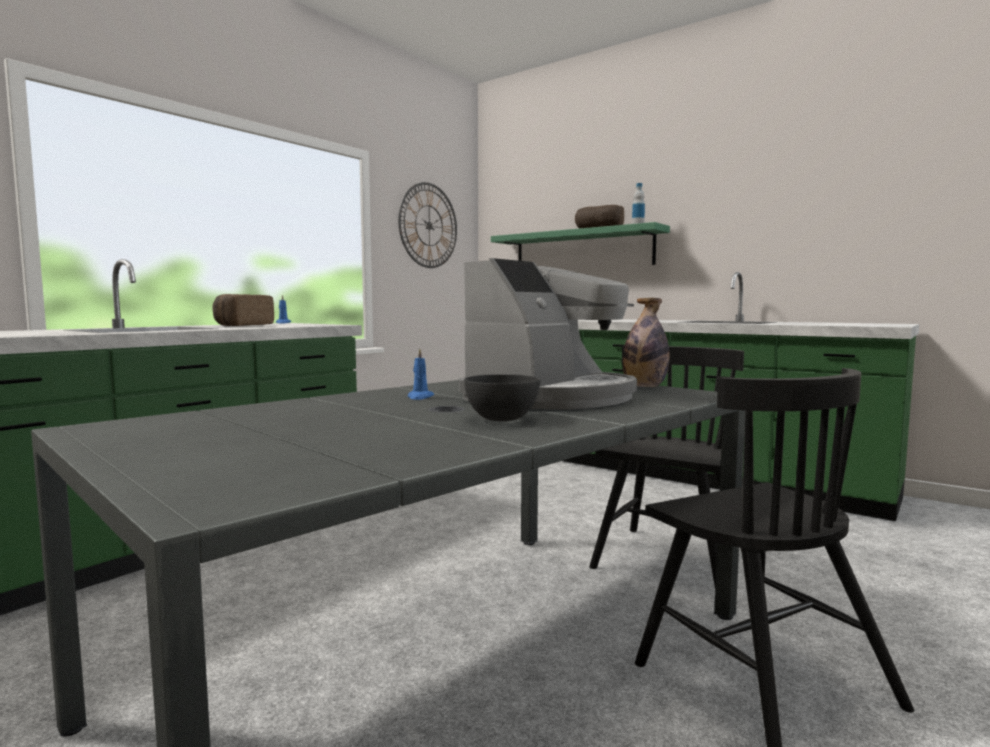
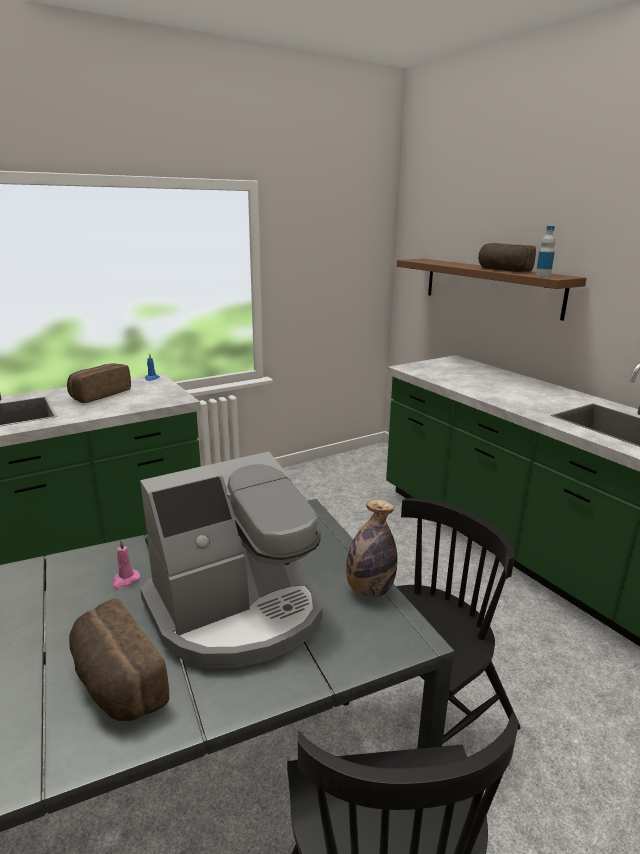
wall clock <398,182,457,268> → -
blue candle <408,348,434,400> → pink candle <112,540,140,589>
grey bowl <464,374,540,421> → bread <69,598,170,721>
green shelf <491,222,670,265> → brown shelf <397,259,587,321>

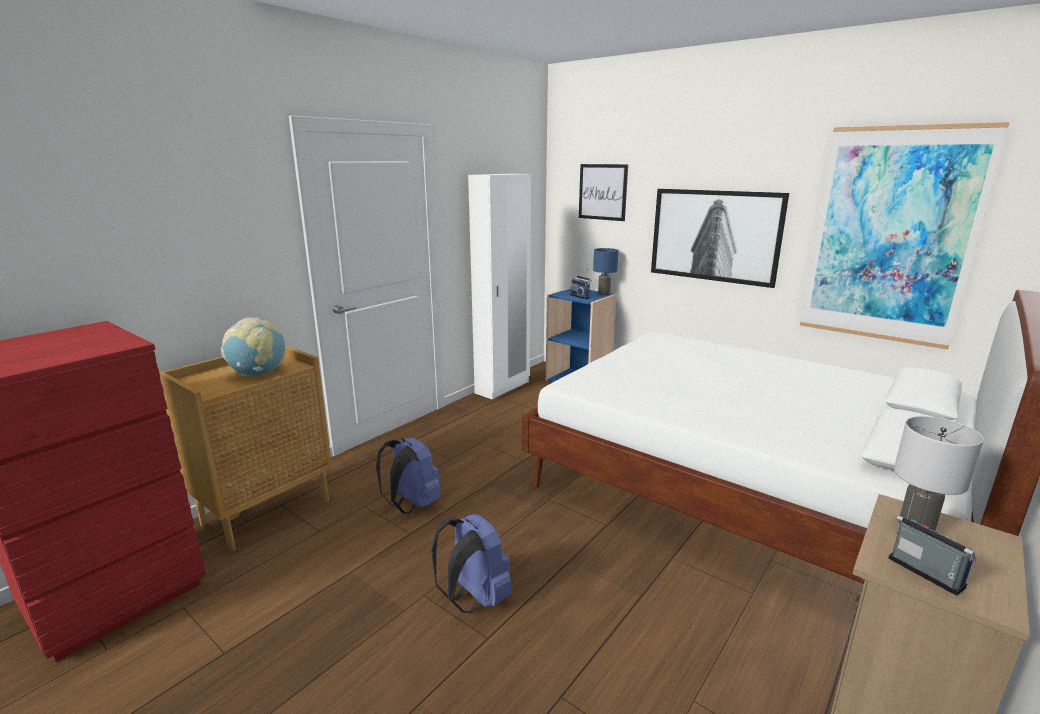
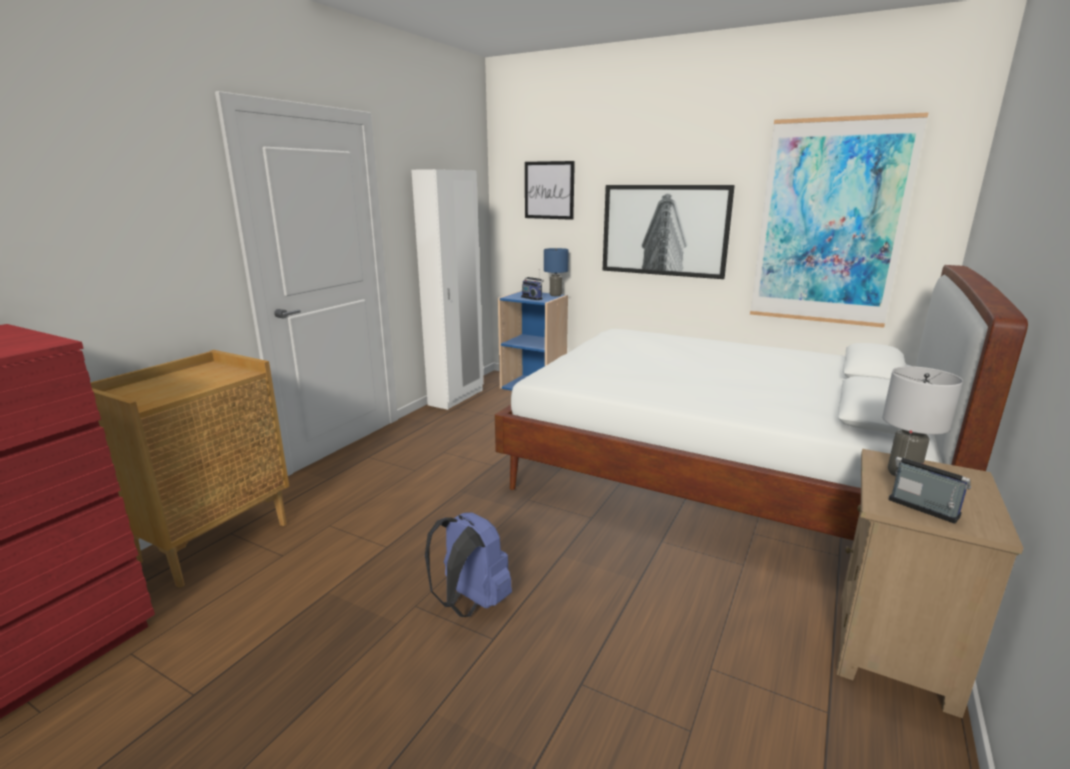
globe <221,318,286,376> → -
blue backpack <376,438,442,514> → -

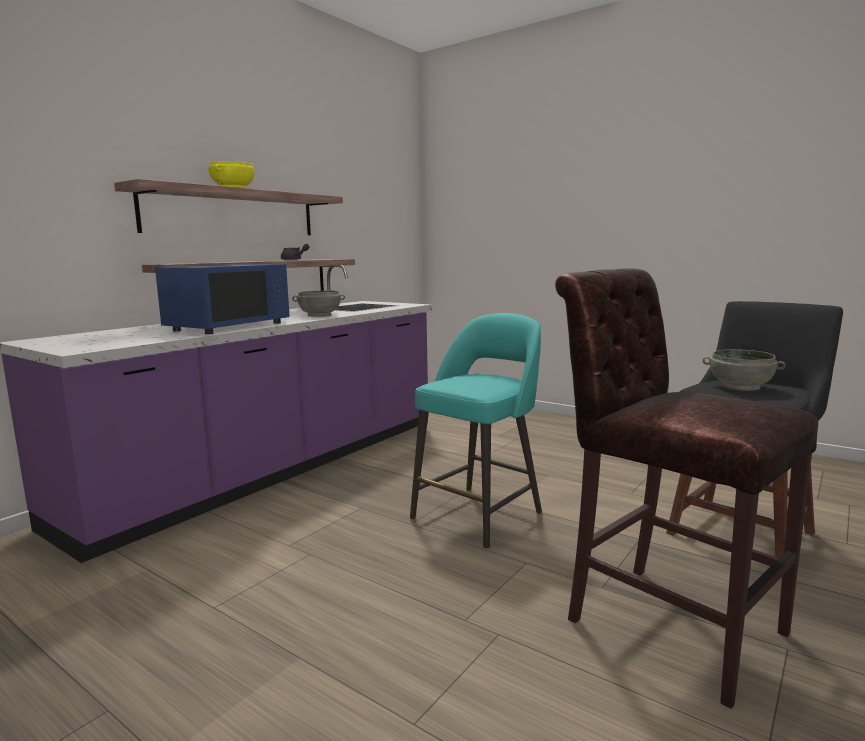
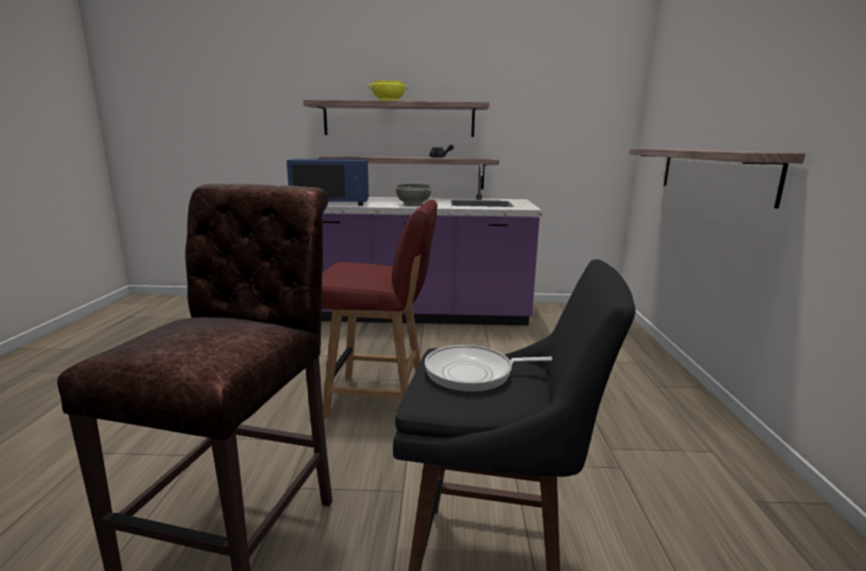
turquoise stool <410,313,542,549> → red chair <322,200,437,418>
grey bowl <703,349,786,391> → frying pan <425,345,552,392>
- → shelf <629,148,805,209>

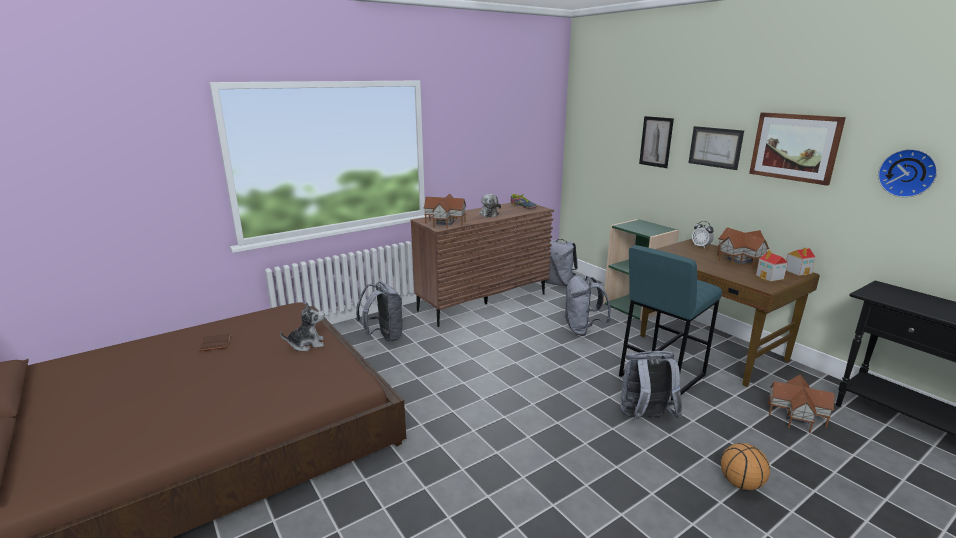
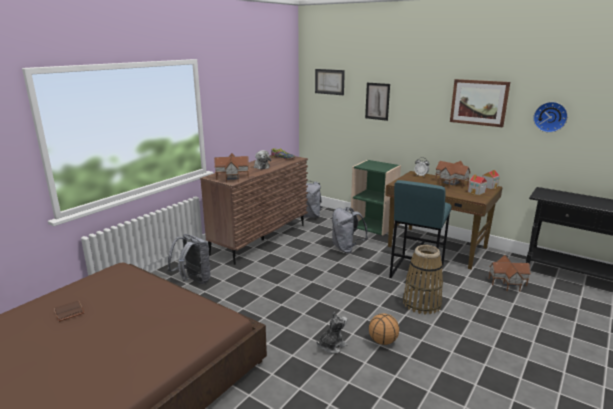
plush toy <280,302,325,351> → plush toy <317,312,347,354>, relocated
grey backpack <620,351,682,420> → basket <403,245,443,315>
picture <689,126,744,170> → picture <315,69,345,95>, relocated
basketball <721,443,770,490> → basketball <369,313,399,345>, relocated

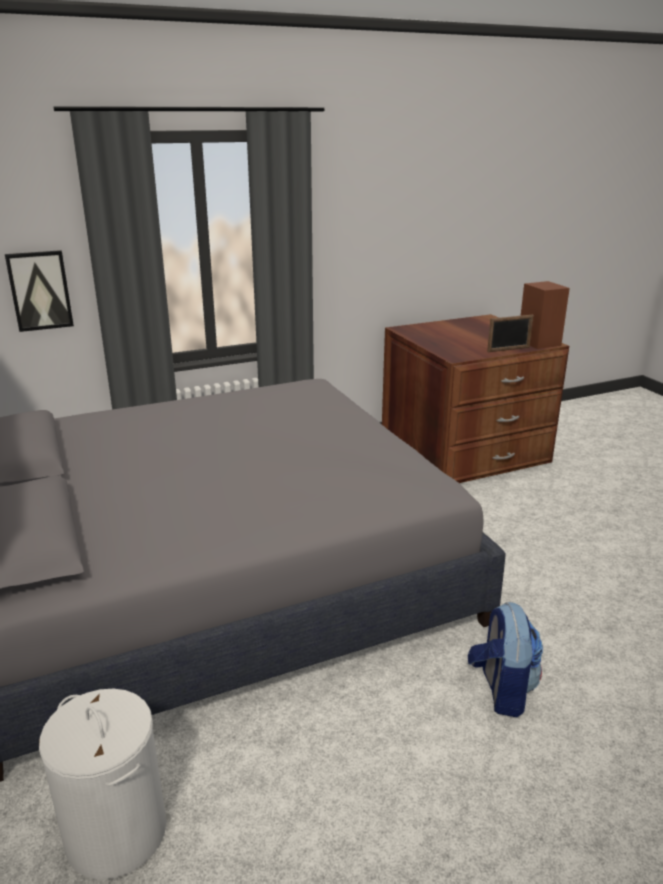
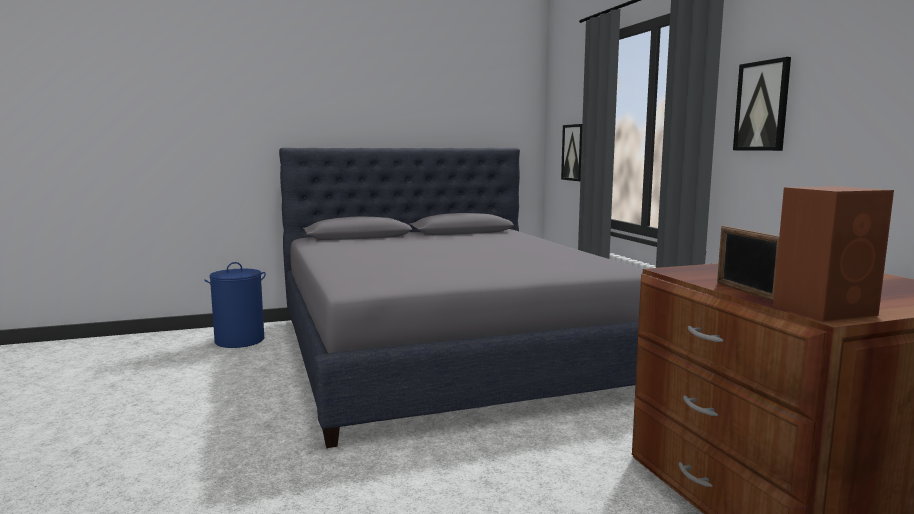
white laundry basket <39,689,166,880> → blue laundry basket <204,262,266,348>
backpack <468,602,543,717> → -
- → picture <733,57,791,151>

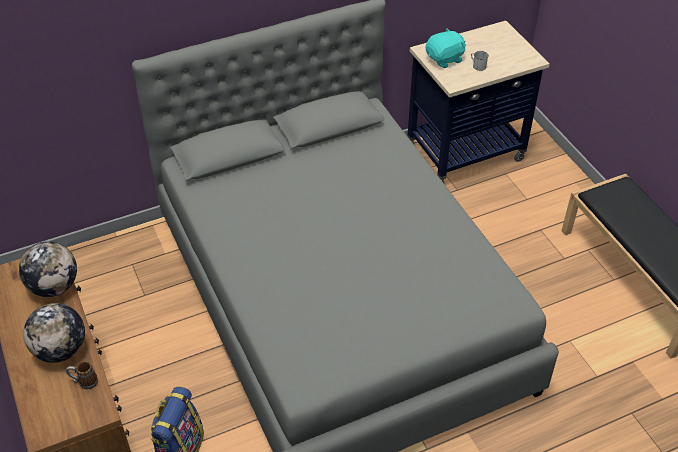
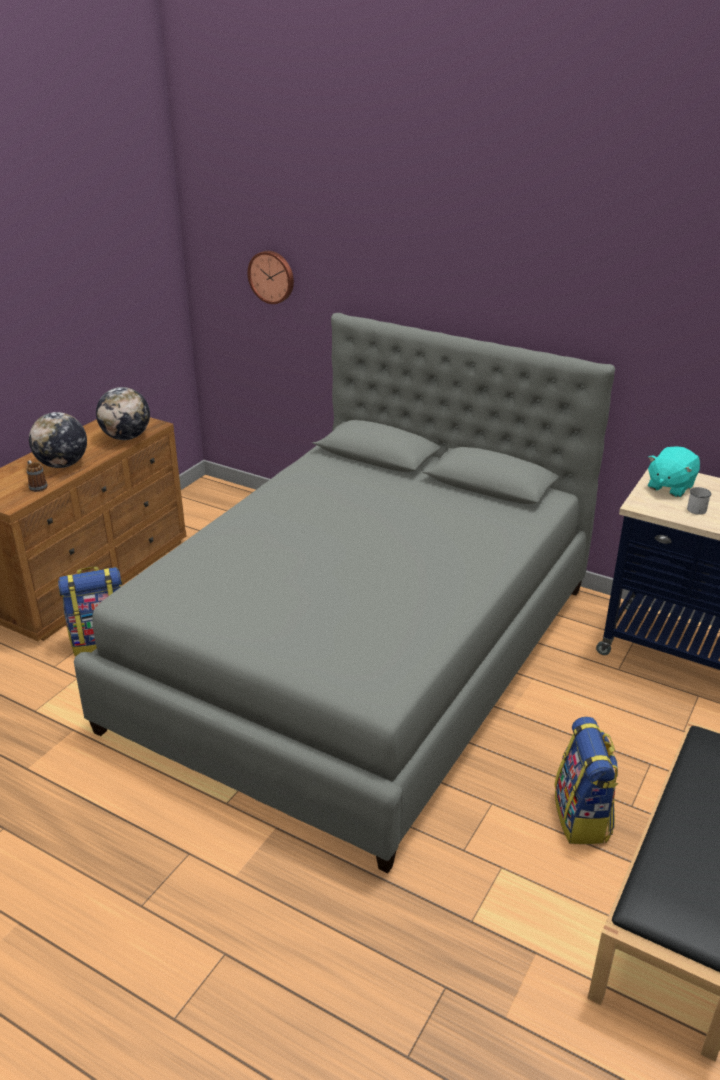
turquoise plush toy <426,28,466,68> → turquoise plush toy <648,446,700,497>, 105 degrees clockwise
- → wall clock <248,251,294,304>
- → backpack <555,717,618,844>

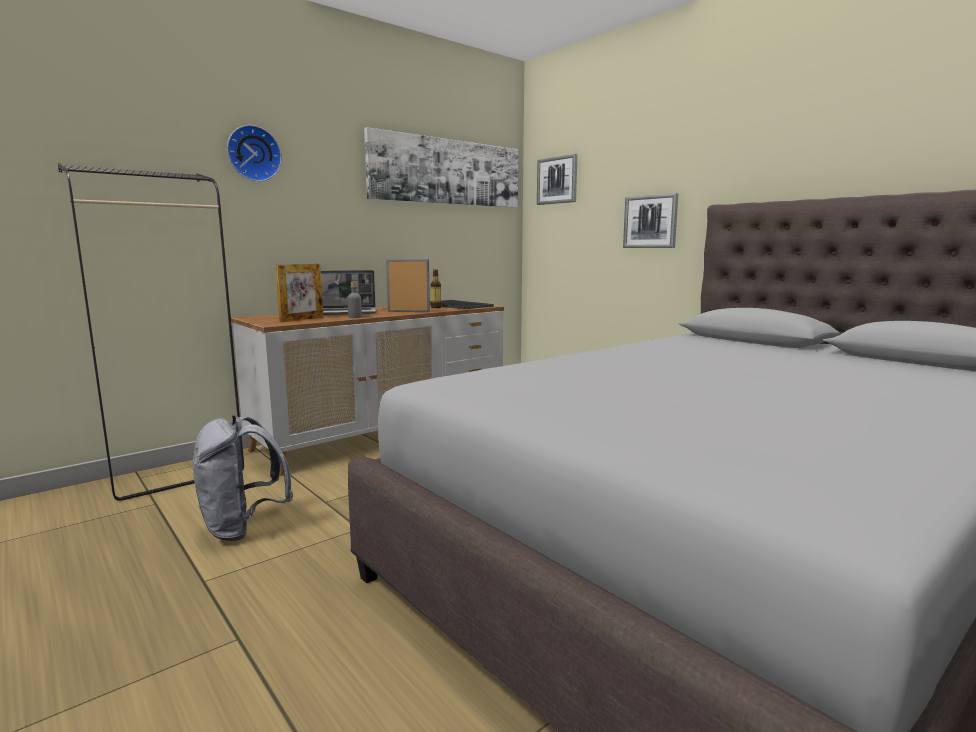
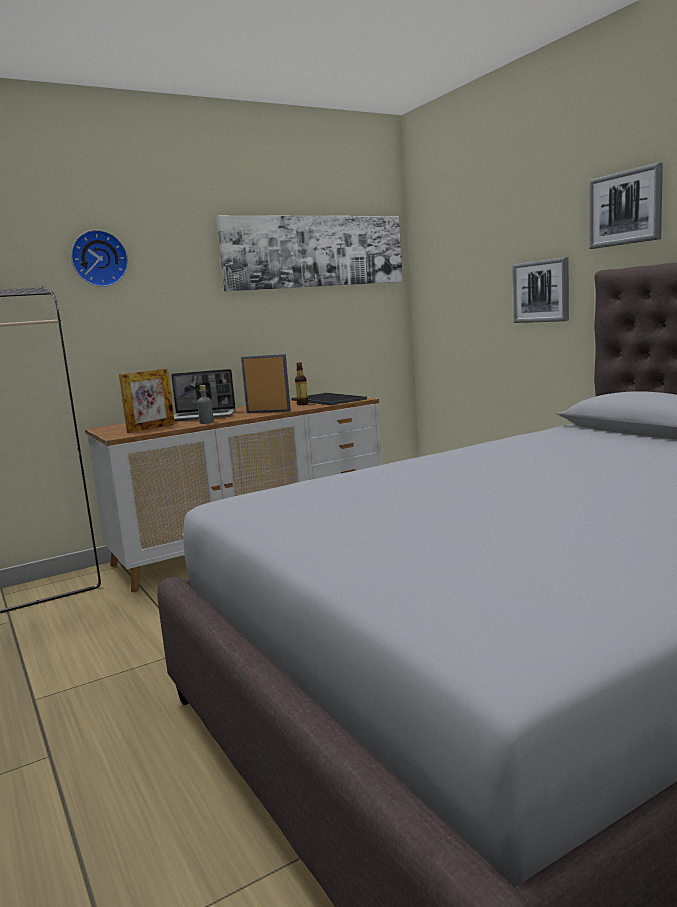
grey backpack <193,415,293,541> → -
picture <537,154,577,205> → picture <589,163,663,249>, relocated

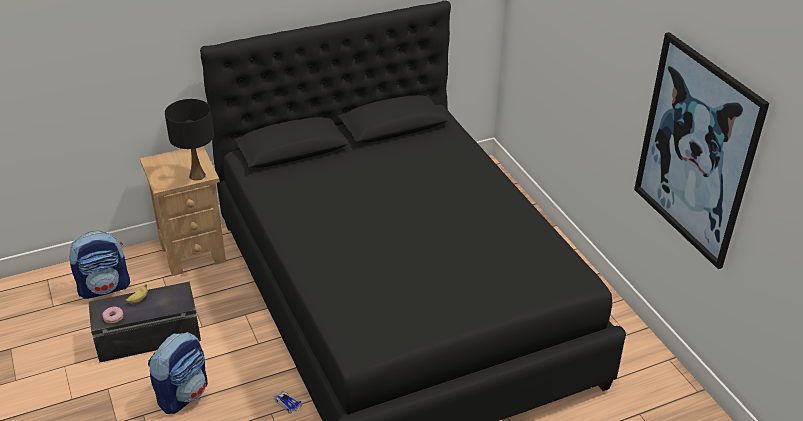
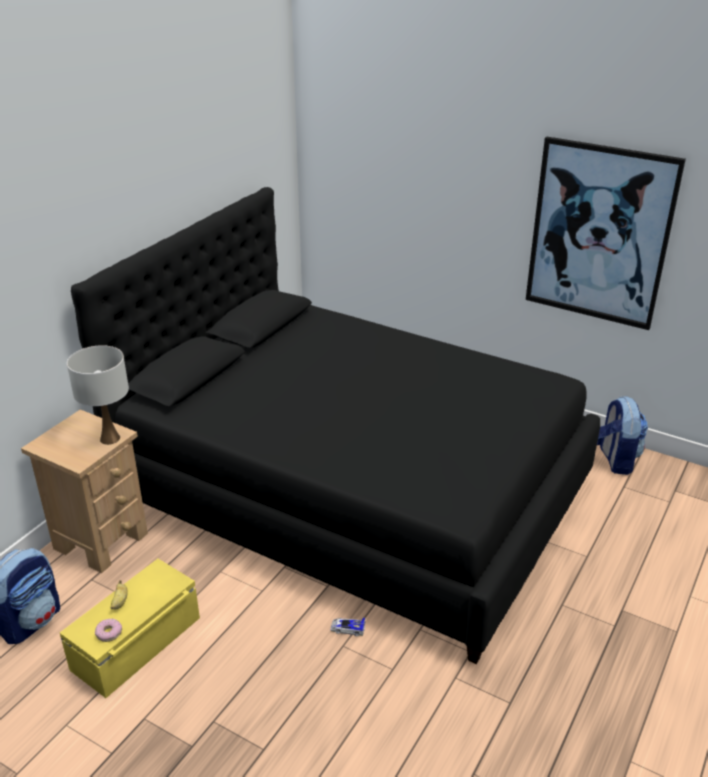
black storage box <88,281,201,363> → yellow storage box <60,559,200,698>
backpack <148,332,208,414> → backpack <597,396,648,475>, relocated
black table lamp <165,99,214,181> → white table lamp <67,345,129,445>

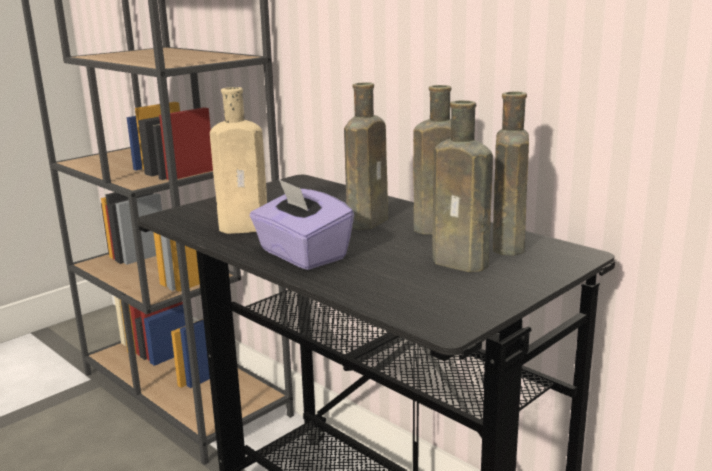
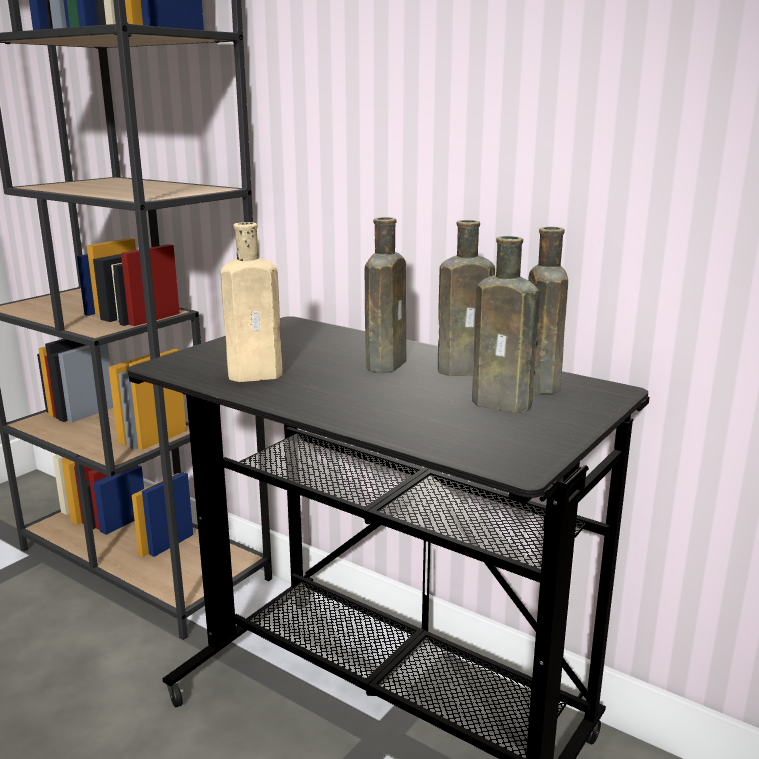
purple tissue box <250,178,354,270> → -

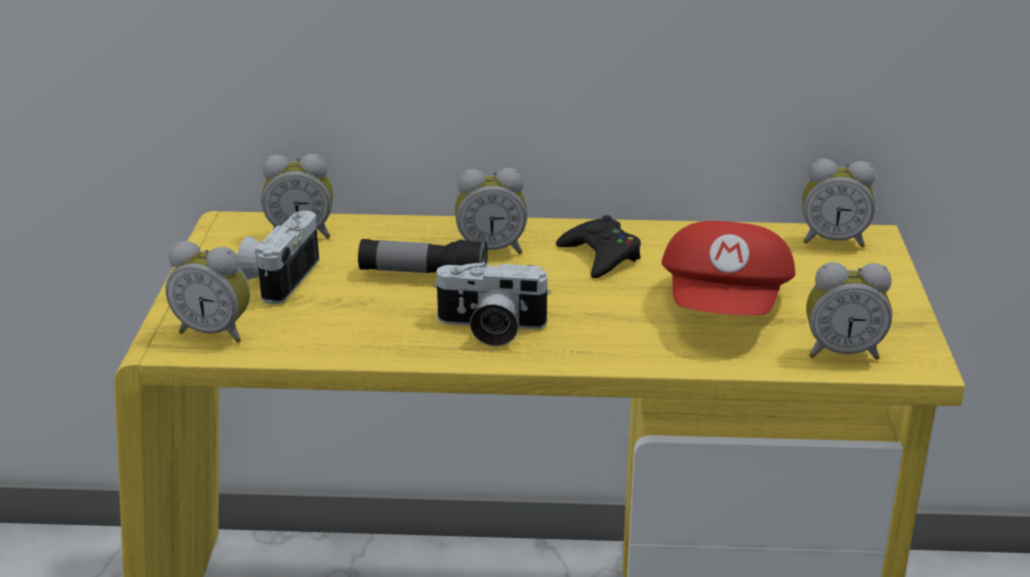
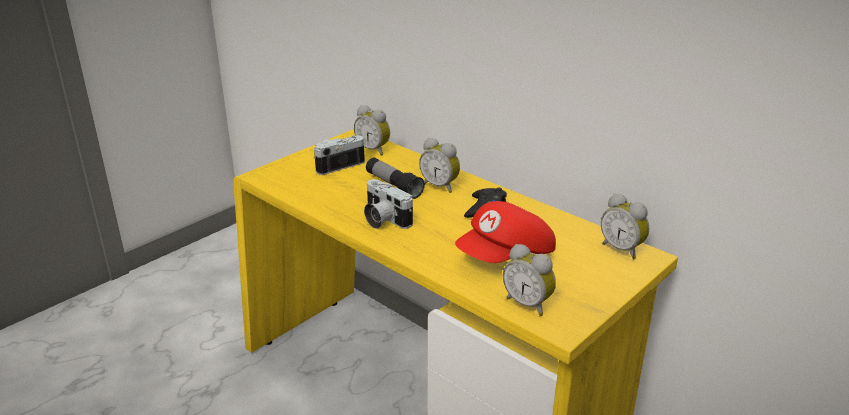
alarm clock <165,241,250,343> → -

